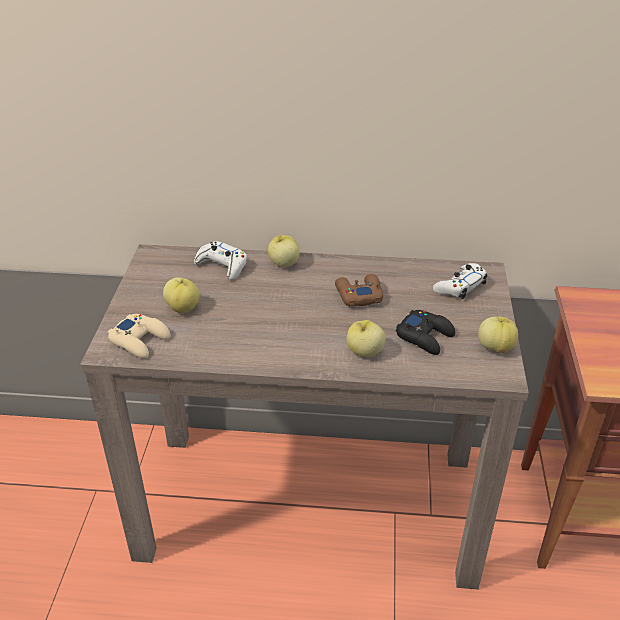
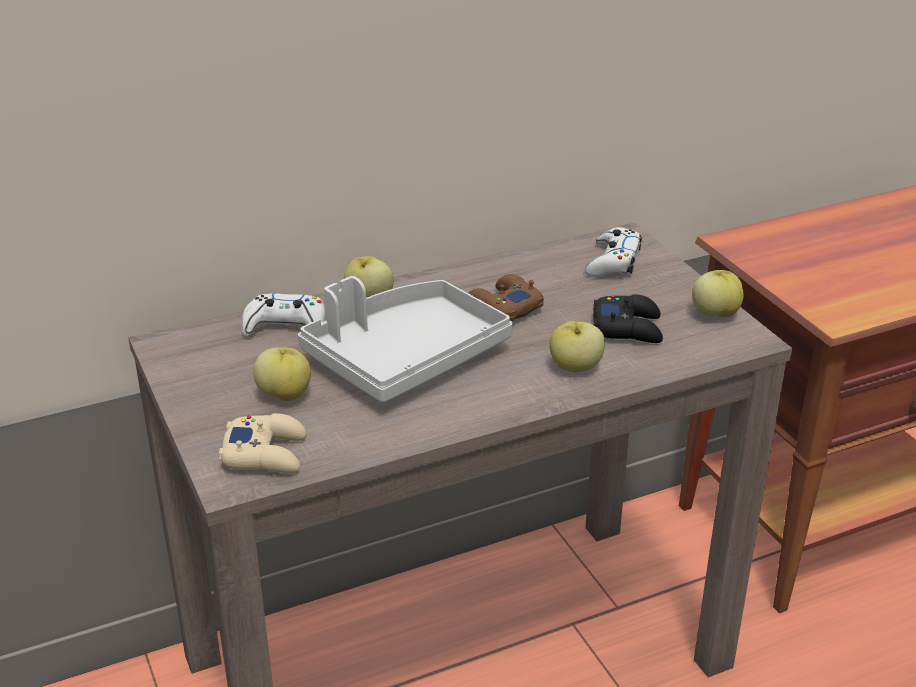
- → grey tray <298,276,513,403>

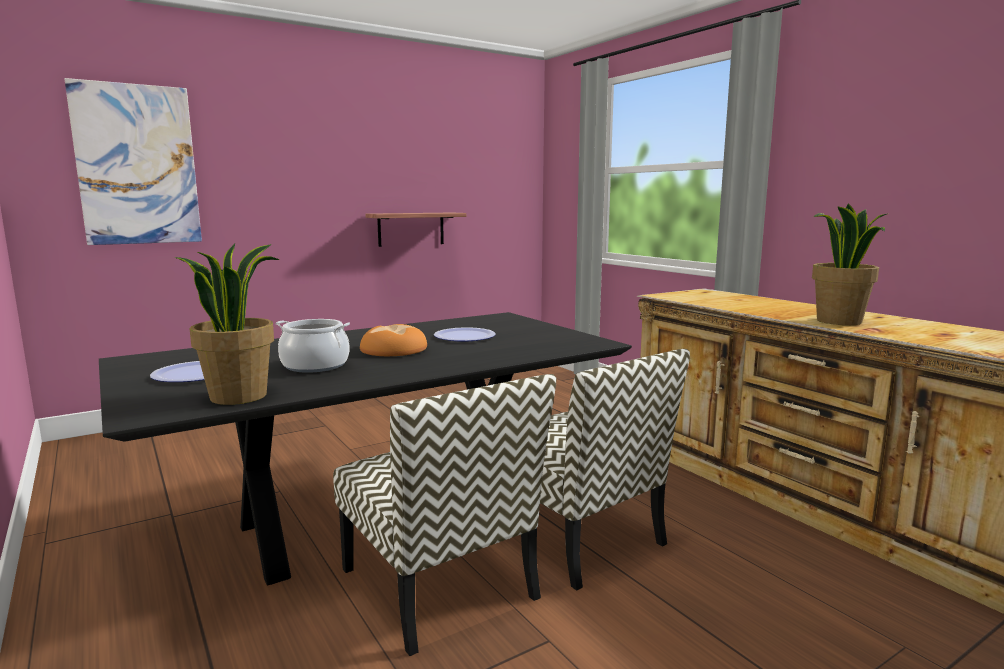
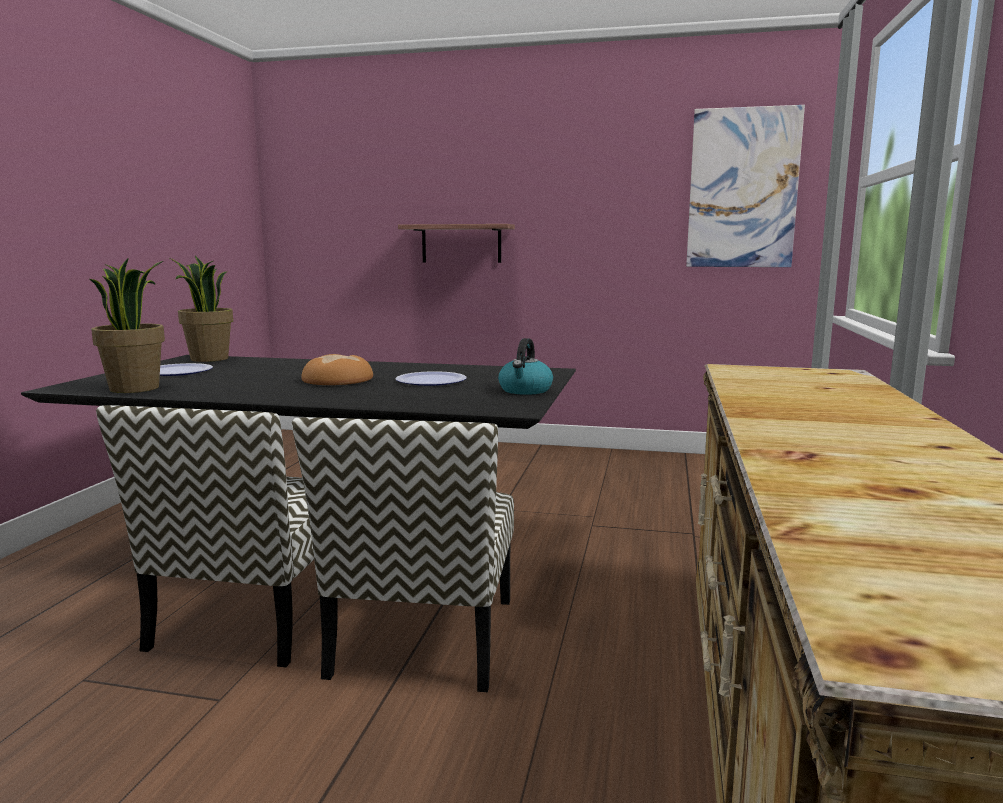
picture <64,78,202,245> → picture <686,105,805,267>, relocated
cooking pot <276,319,350,373> → -
shelf <365,213,466,247> → shelf <398,224,515,263>, relocated
potted plant <812,203,887,325> → potted plant <170,256,233,362>, relocated
- → kettle <498,338,553,395>

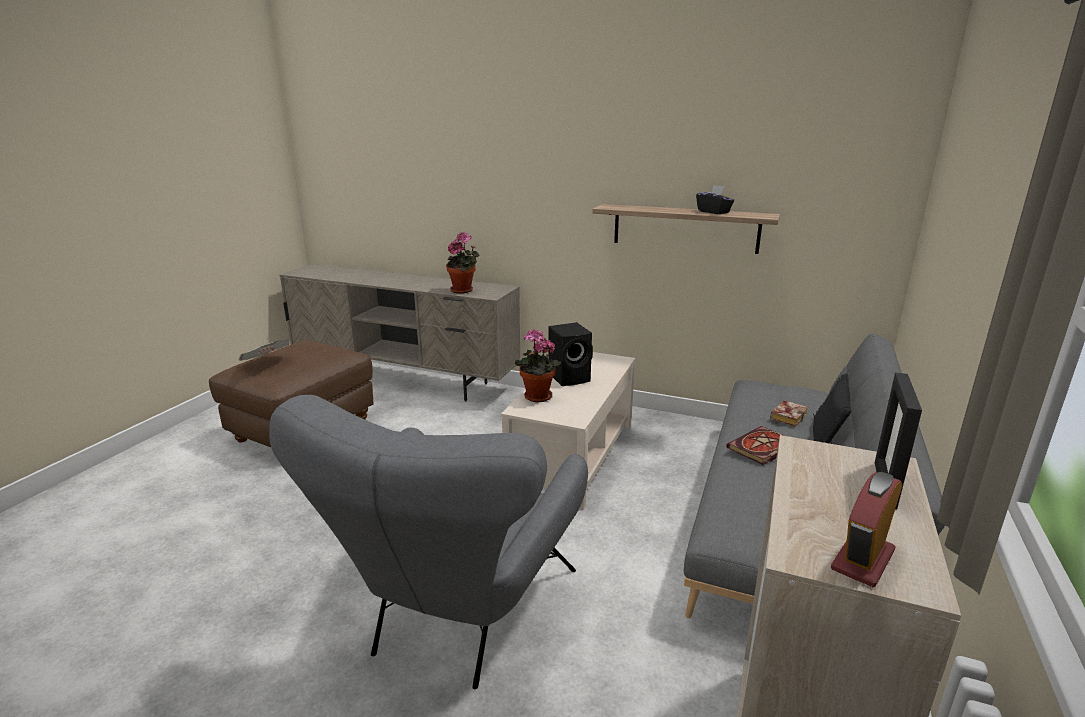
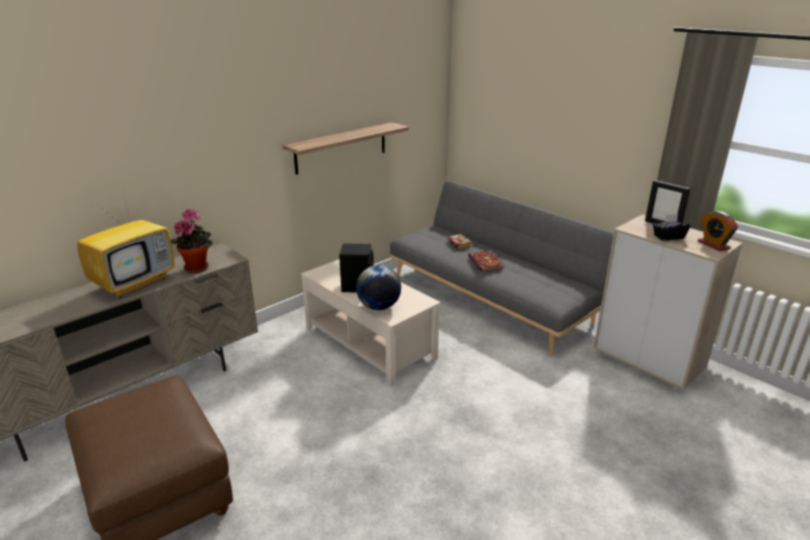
newspaper <239,339,290,361> → -
grey armchair <269,395,588,689> → -
potted plant <515,329,561,402> → globe <356,265,401,310>
black tissue box <696,185,734,214> → black tissue box <653,214,691,241>, relocated
black pillow <813,374,851,443> → -
- → television <77,187,175,298>

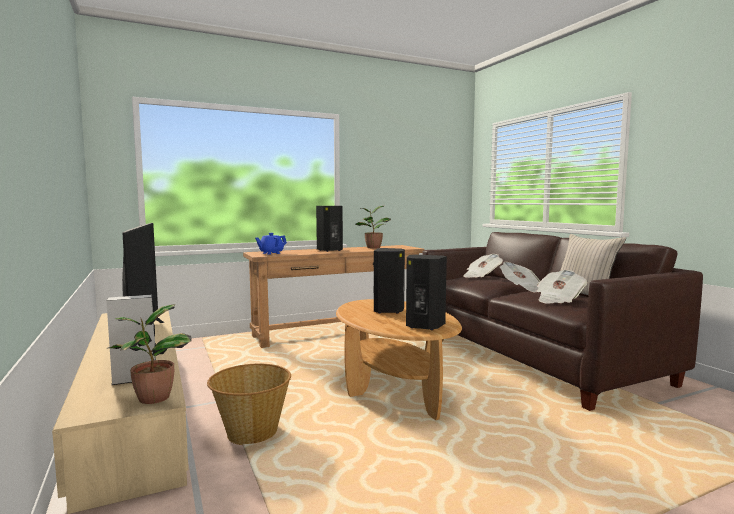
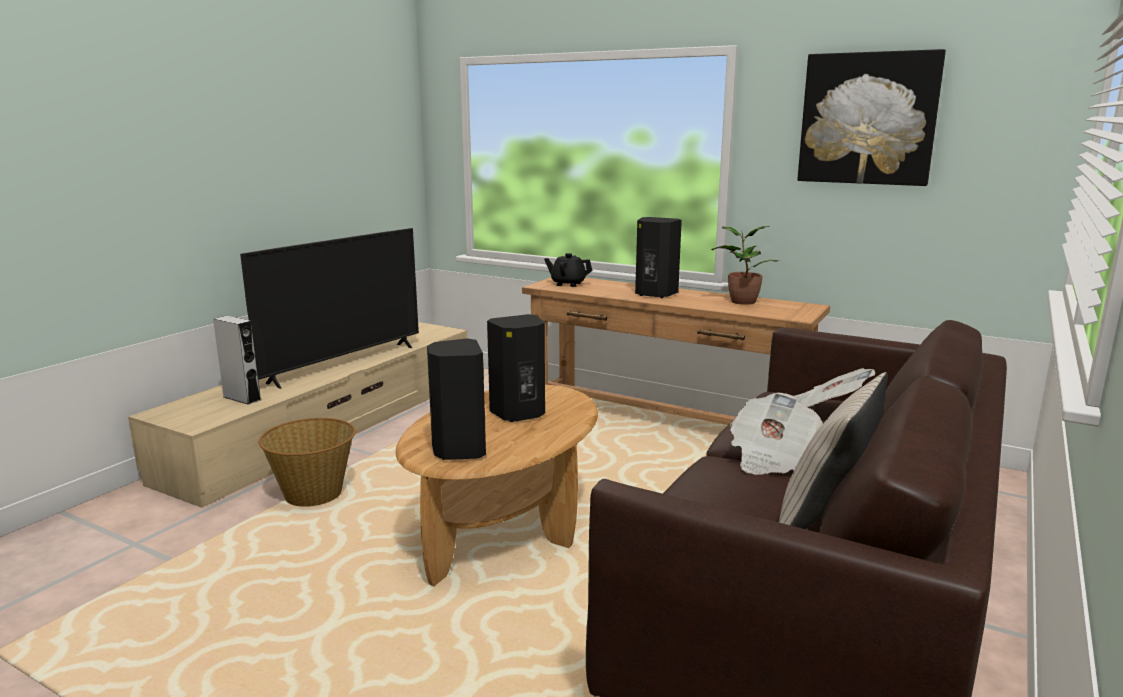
potted plant <108,304,191,404> → -
blue teapot <255,233,287,255> → black teapot <544,253,592,287>
newspaper <536,270,587,303> → -
- → picture <798,49,946,186>

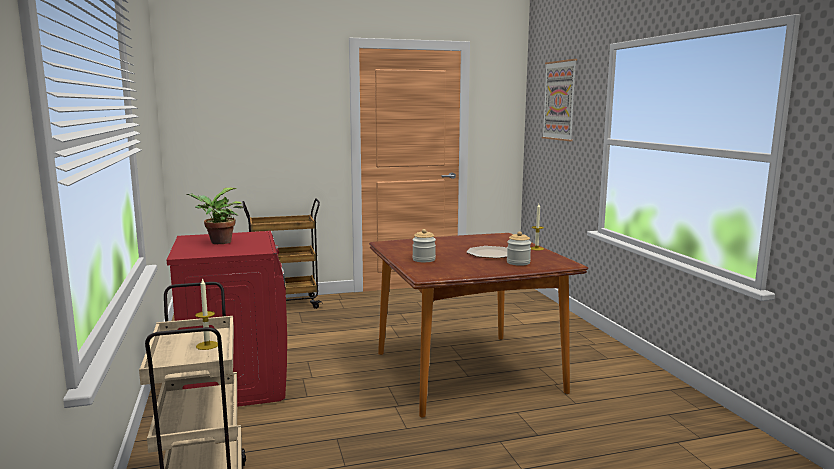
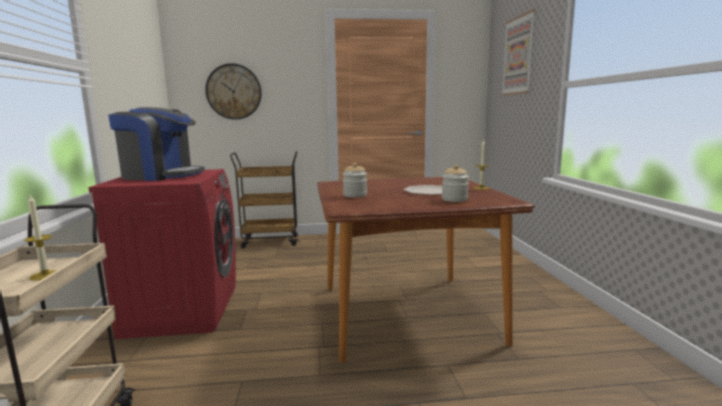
potted plant <187,188,243,244> → coffee machine <108,107,205,181>
- → wall clock <205,63,262,120>

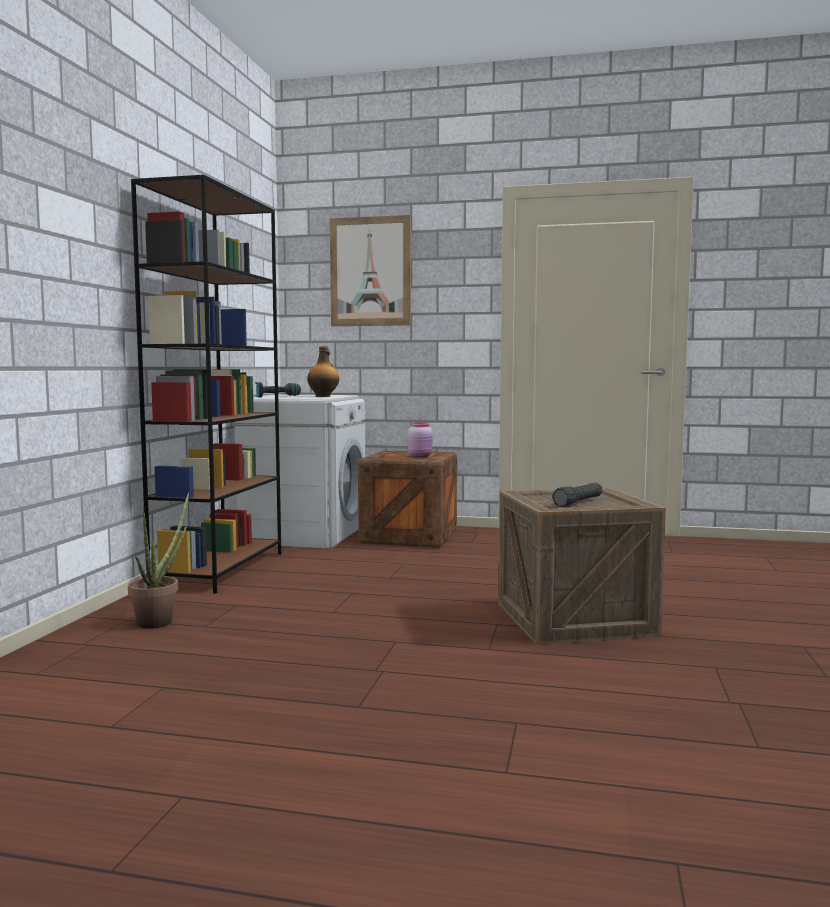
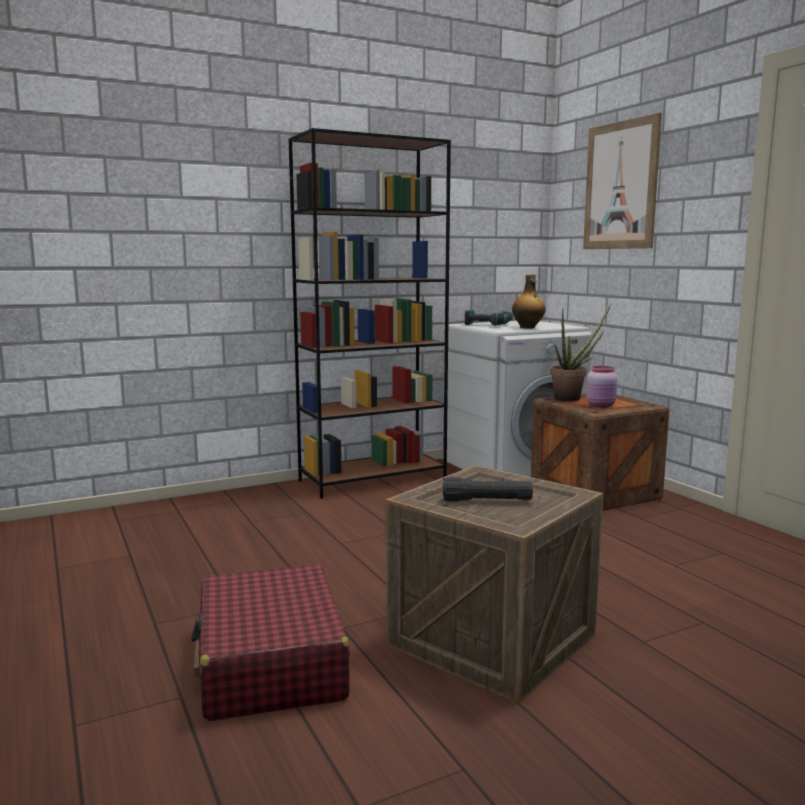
potted plant <128,492,189,629> → potted plant <550,304,611,401>, relocated
- → red suitcase <191,564,350,721>

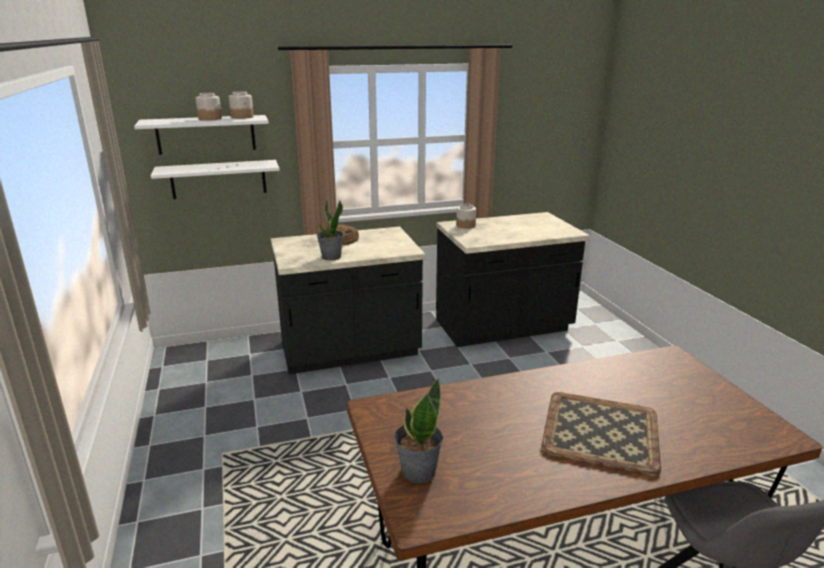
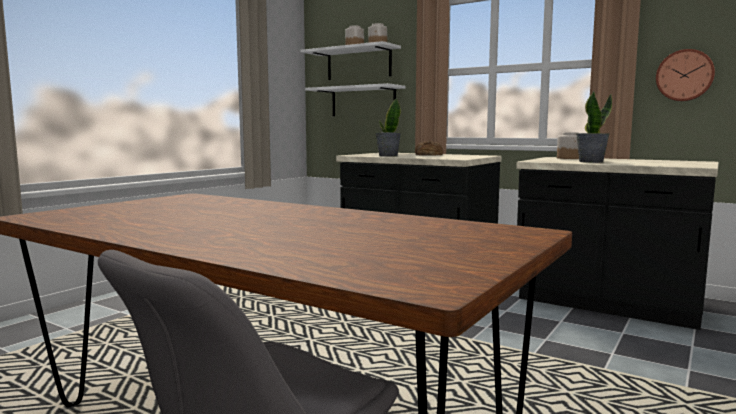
potted plant <394,378,443,483> → potted plant <576,91,612,163>, relocated
tray <541,392,661,476> → -
- → wall clock <656,49,715,101>

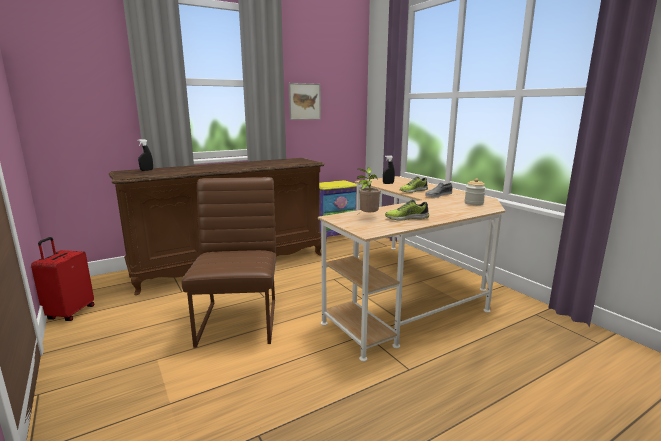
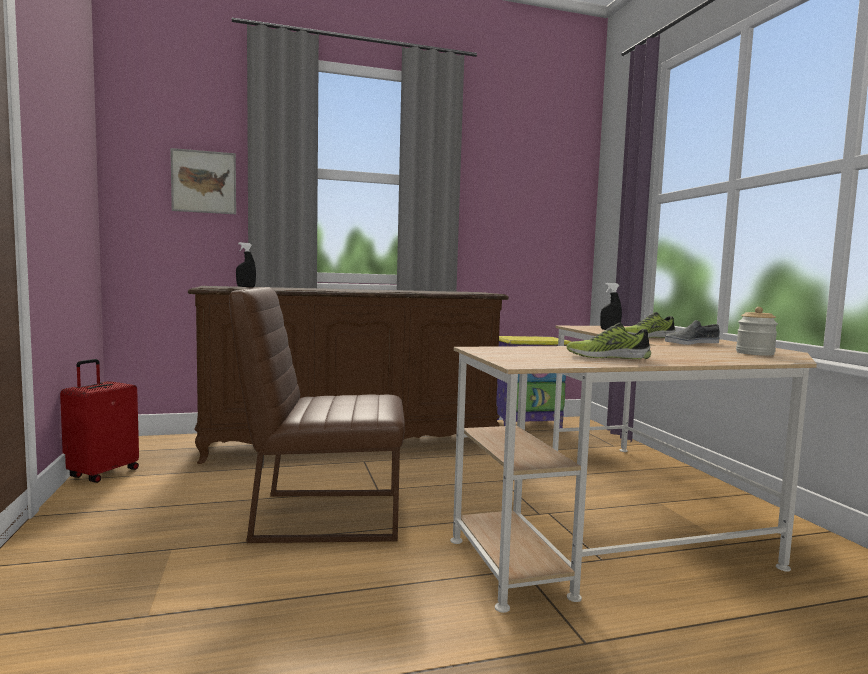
brown chair <181,177,276,348> → brown chair <229,287,405,543>, 105 degrees counterclockwise
picture <289,83,321,120> → picture <170,148,236,214>, relocated
potted plant <357,167,381,212> → -

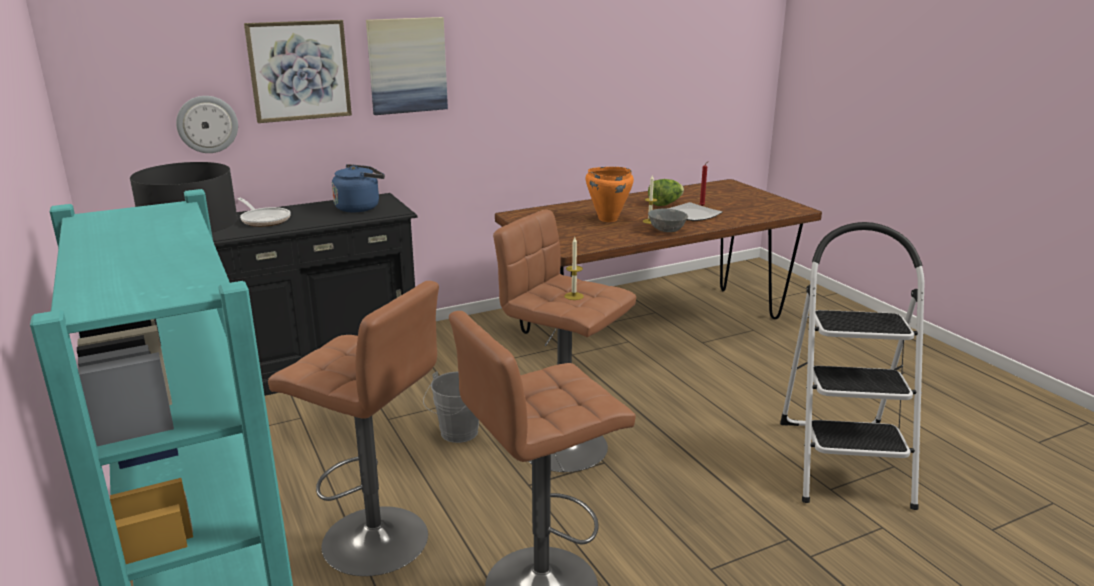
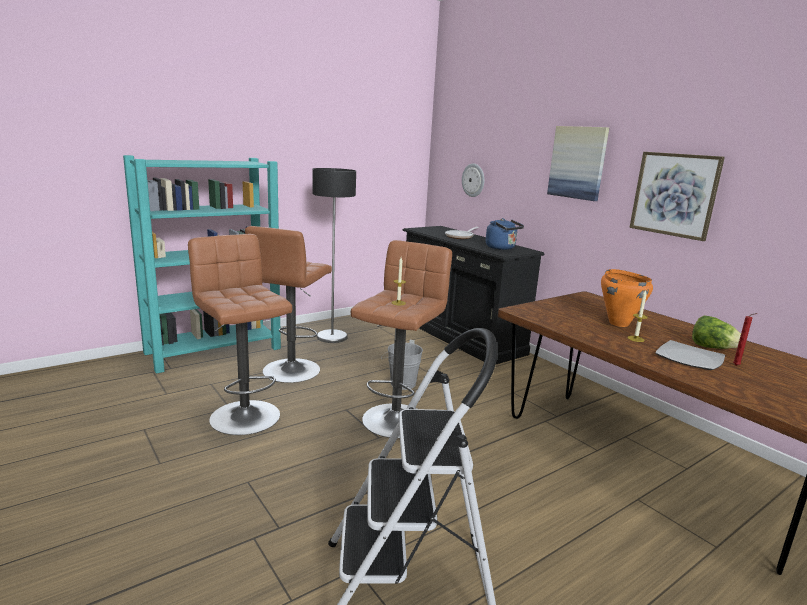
picture <244,20,352,123> → picture <629,152,725,241>, relocated
grey bowl <648,209,688,232> → -

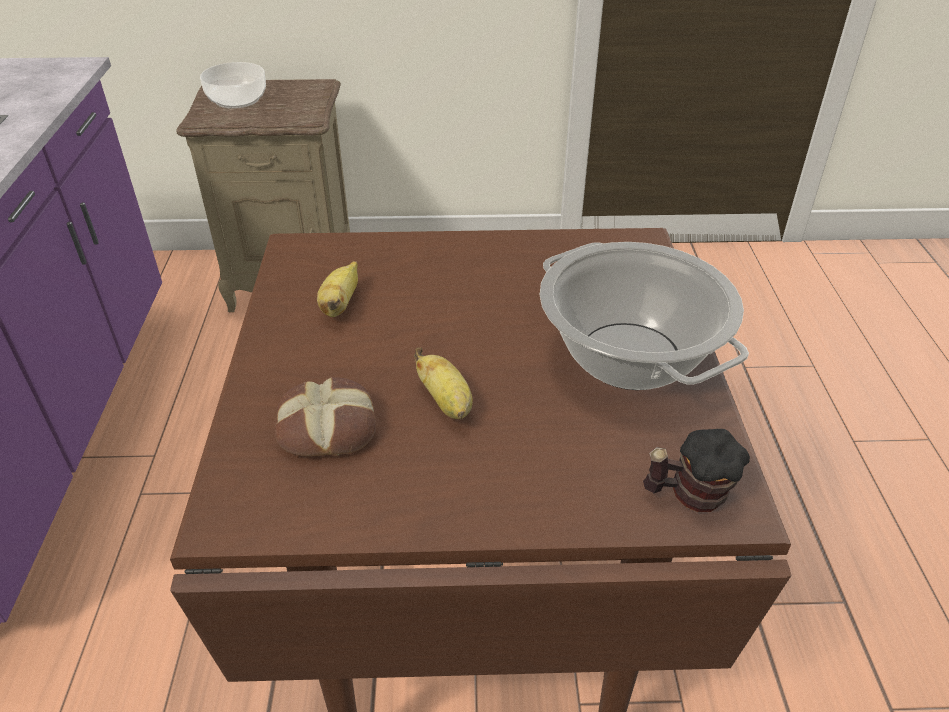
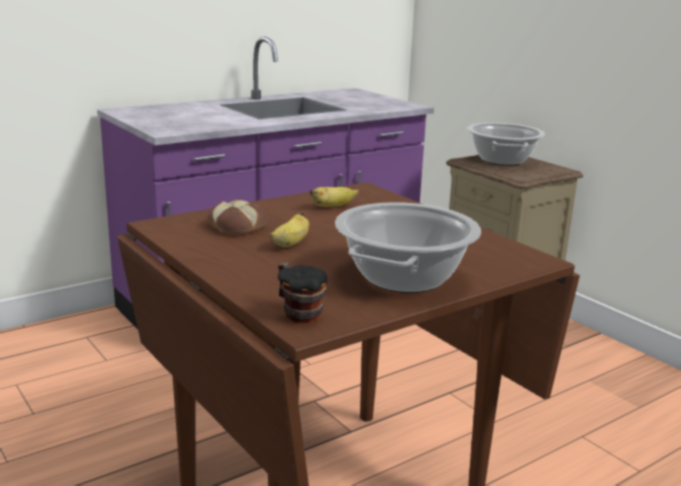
bowl <200,62,266,109> → cooking pot <467,123,545,165>

